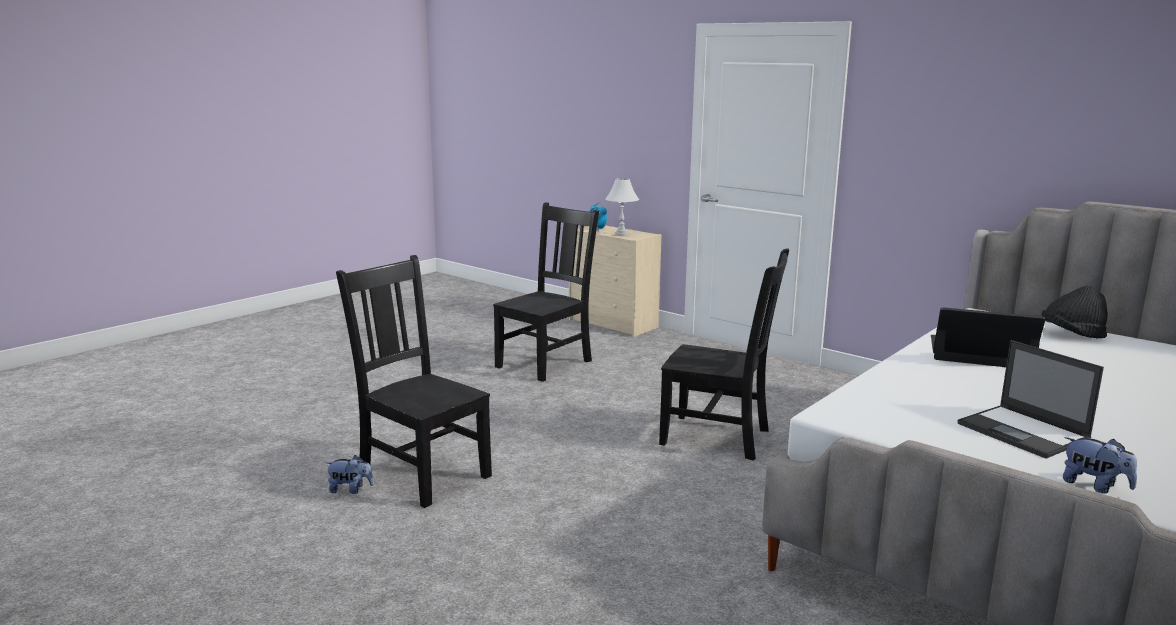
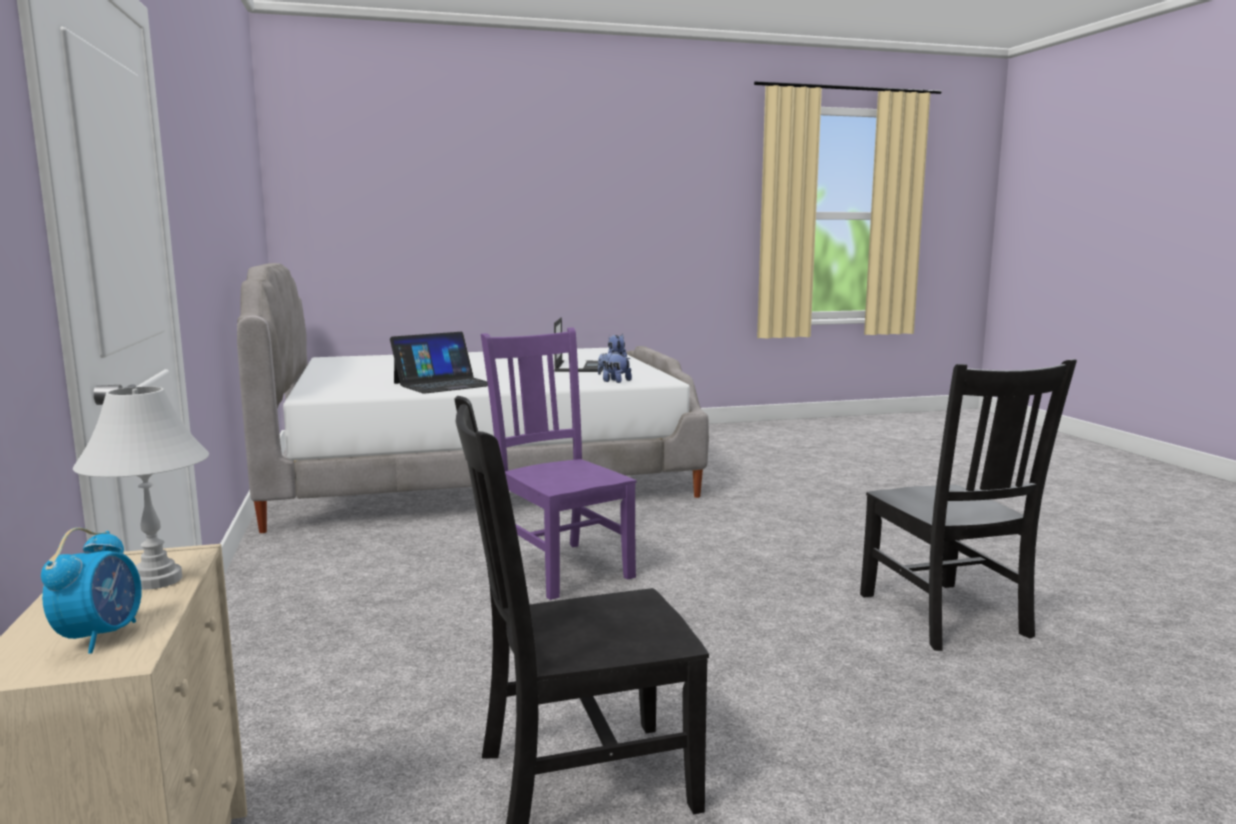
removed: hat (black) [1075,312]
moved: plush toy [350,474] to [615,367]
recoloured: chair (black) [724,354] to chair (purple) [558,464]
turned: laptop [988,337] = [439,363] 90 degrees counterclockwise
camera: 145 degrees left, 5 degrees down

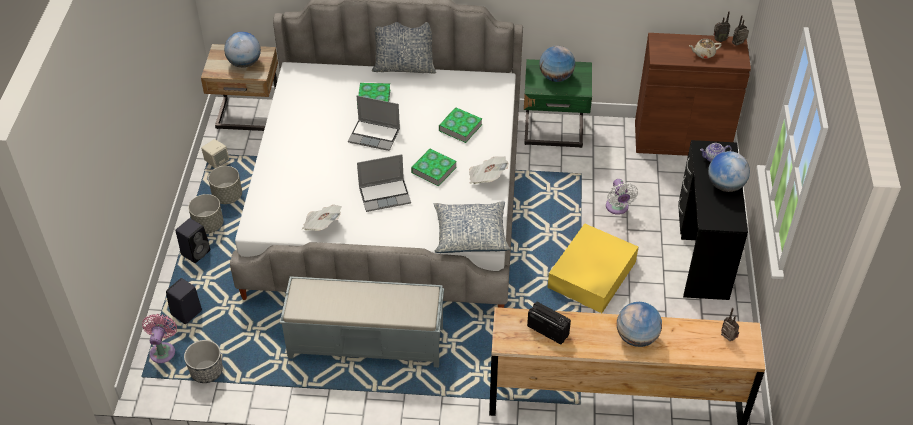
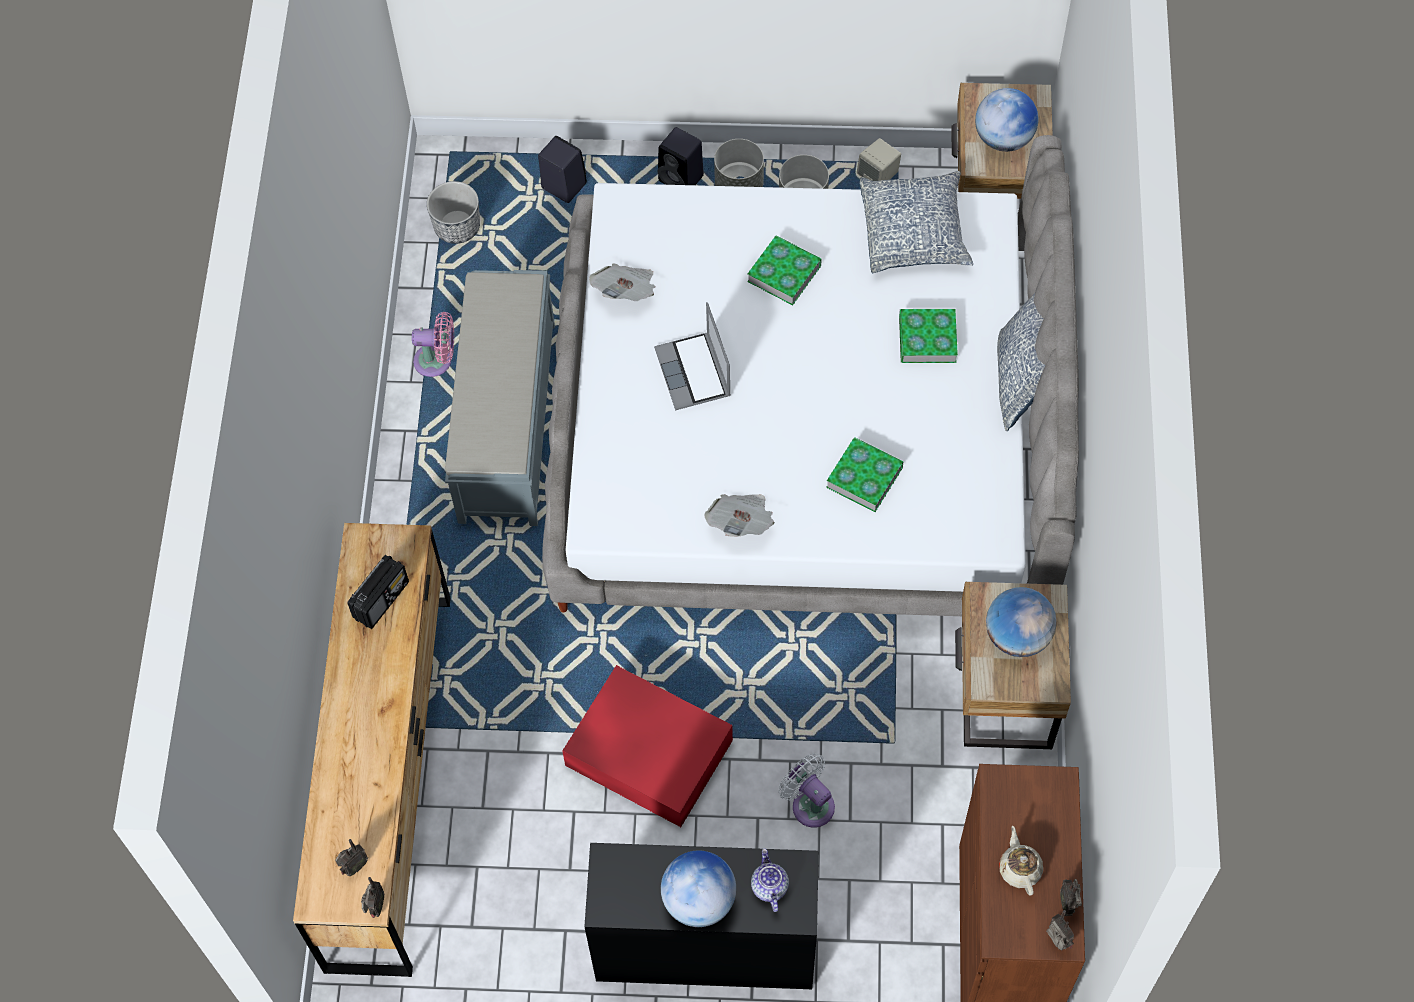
removed: laptop [374,123]; globe [639,324]
added: radio [372,897]
moved: fan (pink) [159,338] to [433,344]; book [434,167] to [784,270]; pillow [472,227] to [916,222]
recoloured: storage box (yellow) [593,268] to storage box (red) [647,746]; nightstand (green) [558,103] to nightstand (beige) [1013,665]
turned: fan (white) [622,197] = [806,790] 60 degrees clockwise
camera: 90 degrees right, 15 degrees up

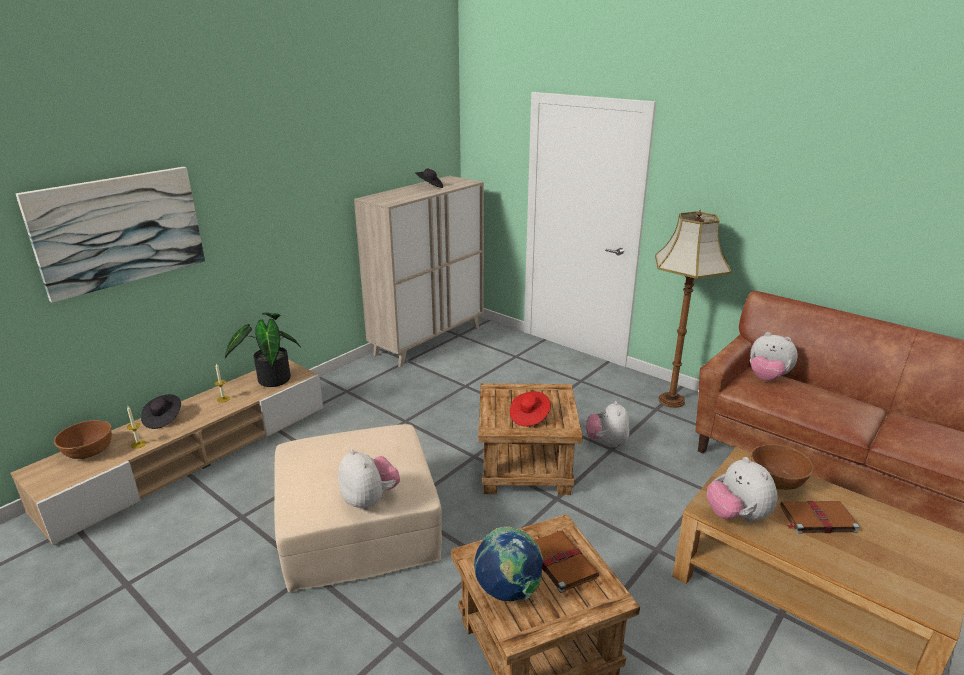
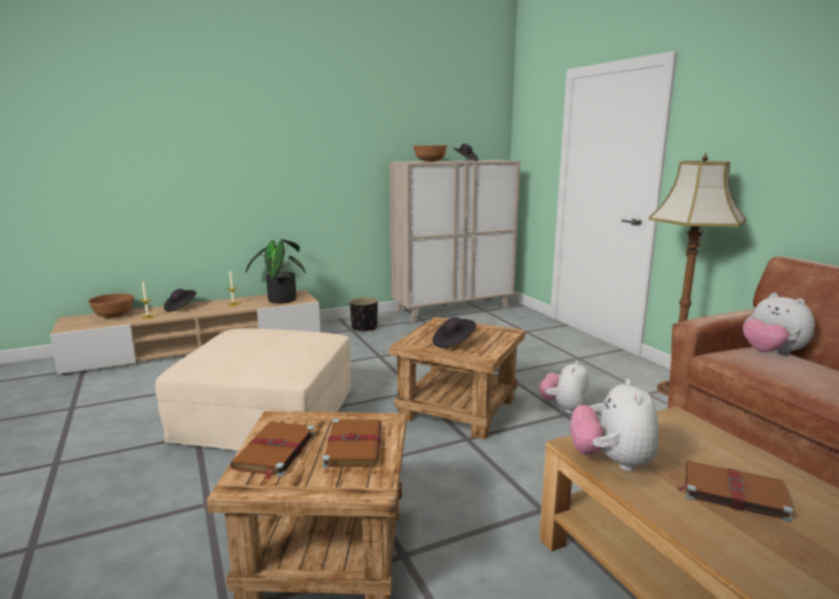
removed: picture [110,235]; plush toy [369,479]
added: planter (black) [364,314]
moved: bowl (brown) [782,467] to [430,153]
replaced: globe [508,563] to book (brown) [272,451]
recoloured: hat (red) [530,408] to hat (black) [454,332]
camera: 25 degrees right, 10 degrees down

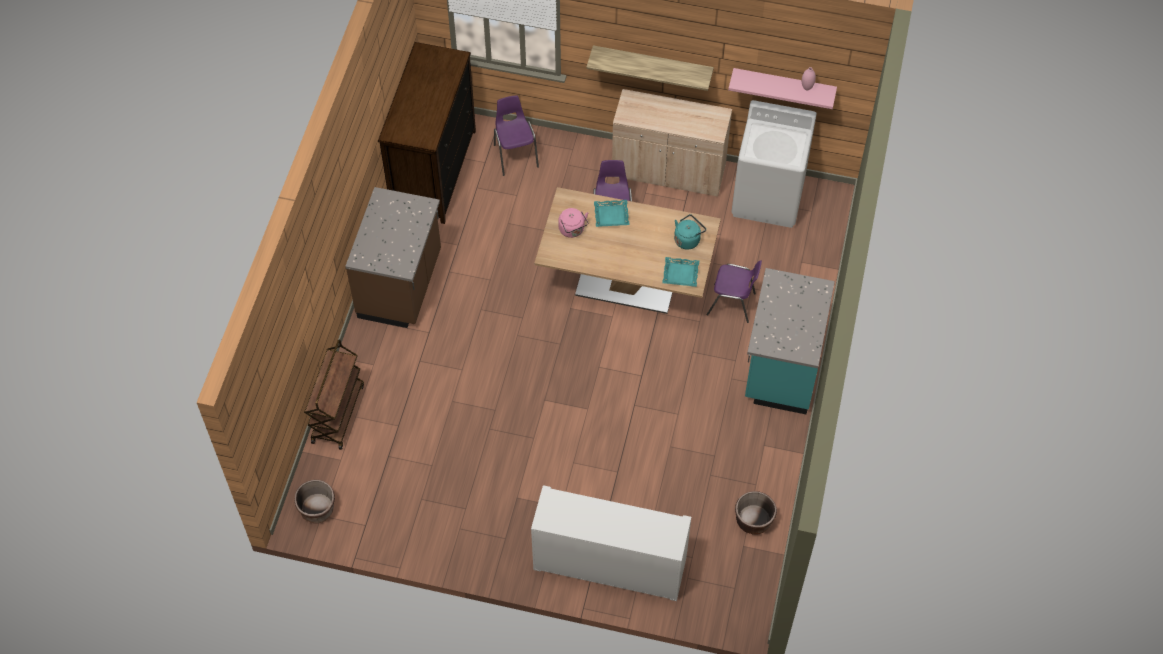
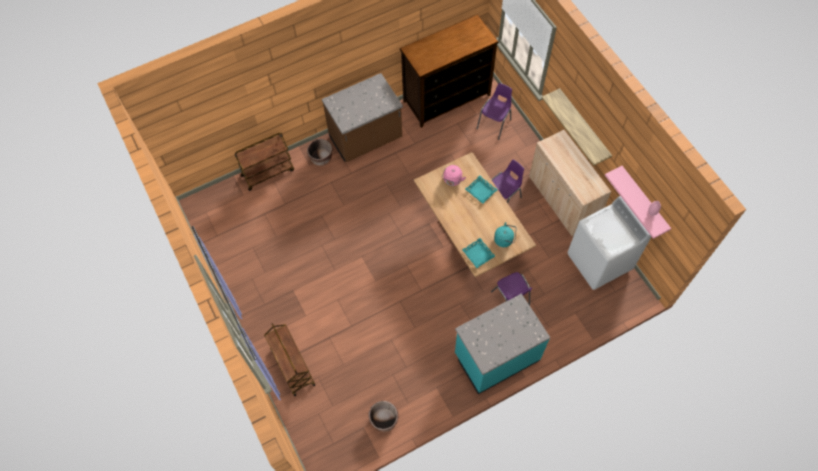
moved: planter (brown) [314,501] to [320,152]
replaced: cabinet (white) [611,543] to cart (brown) [289,359]
camera: 50 degrees right, 5 degrees up

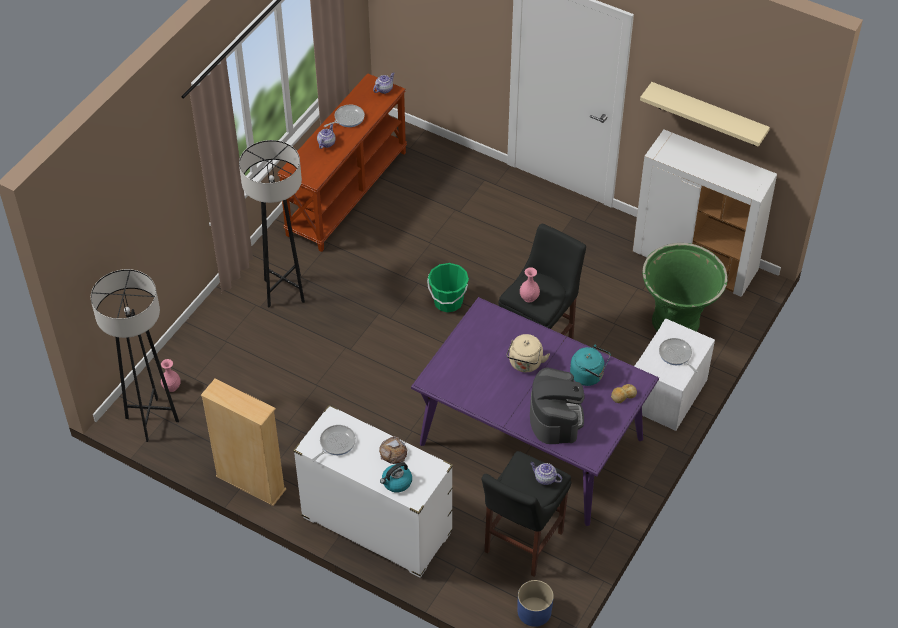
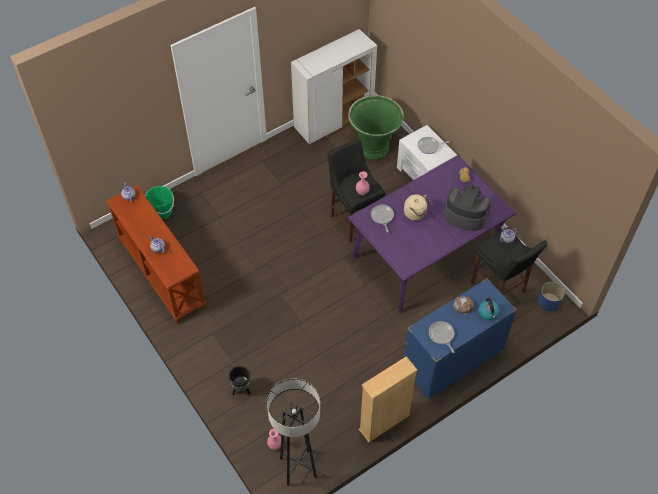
removed: floor lamp (grey) [272,223]; kettle (turquoise) [590,365]; shelf (beige) [705,114]
added: planter (black) [240,380]
moved: bucket (green) [448,287] to [159,203]; frying pan [344,116] to [382,218]
recoloured: dresser (white) [373,491] to dresser (blue) [460,339]
camera: 65 degrees left, 5 degrees up

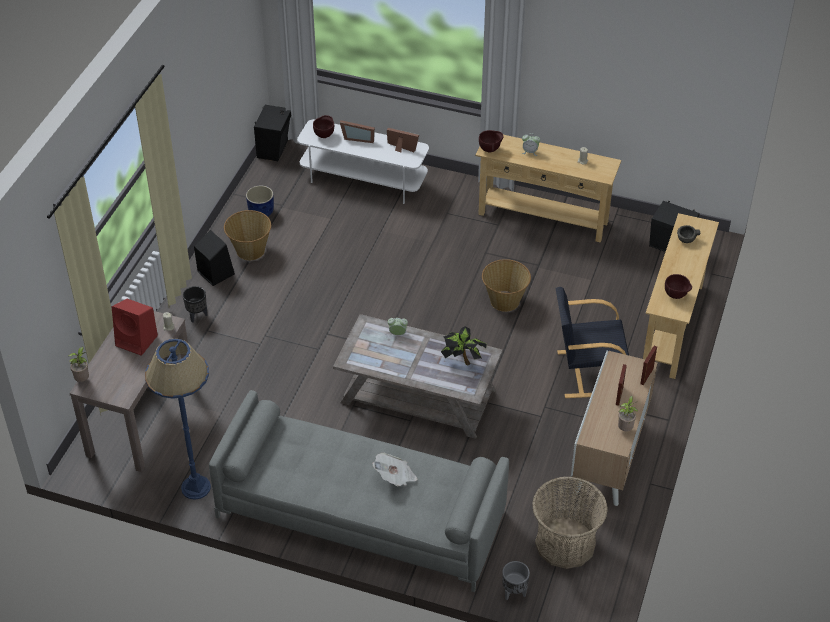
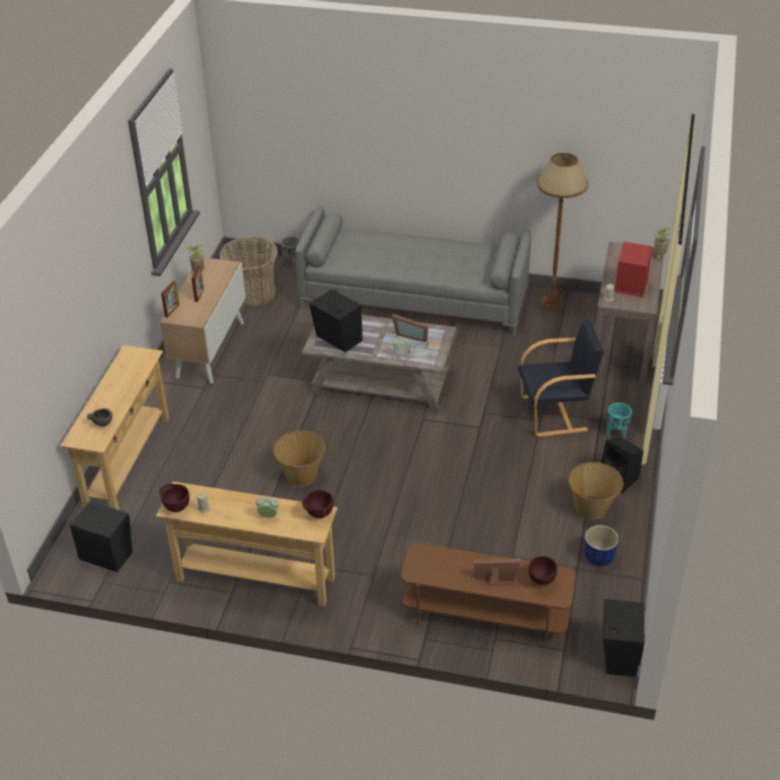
removed: newspaper [395,469]
moved: bowl (brown) [678,286] to [174,498]; picture frame [403,140] to [410,328]; armchair (black) [592,342] to [561,378]
replaced: potted plant [464,345] to speaker (black) [336,320]
recoloured: tv stand (white) [363,161] to tv stand (brown) [488,595]; floor lamp (blue) [178,419] to floor lamp (brown) [562,232]; planter (black) [195,304] to planter (turquoise) [619,421]
camera: 175 degrees right, 5 degrees down

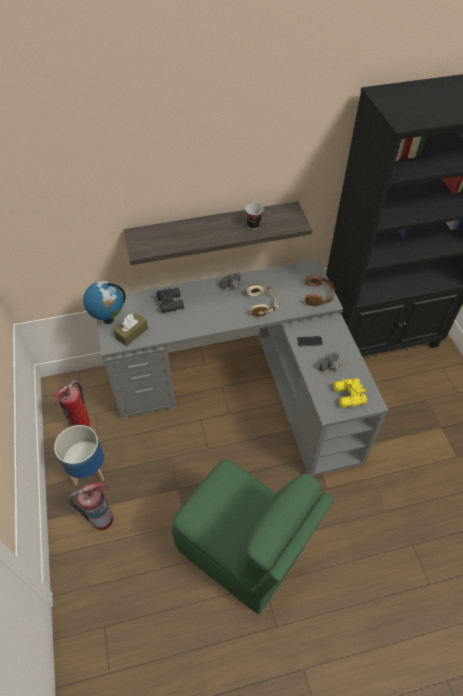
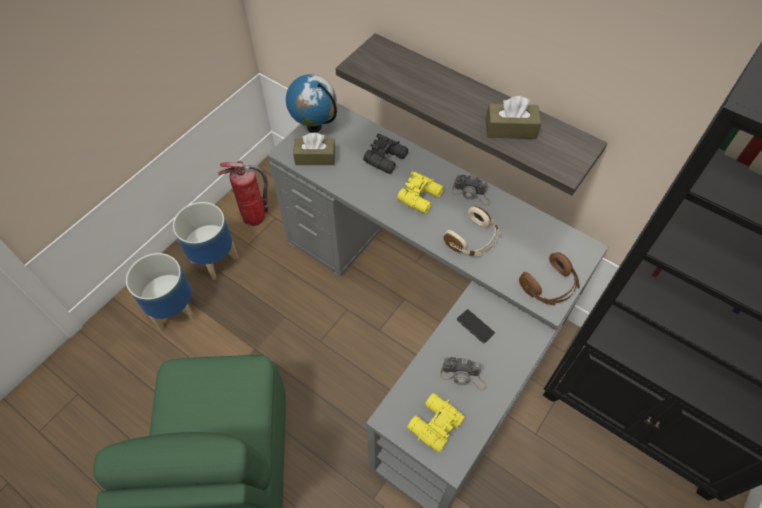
added: binoculars (yellow) [420,192]
replaced: fire extinguisher [91,506] to planter [161,292]; cup [254,216] to tissue box (brown) [513,117]
camera: 50 degrees right, 5 degrees up

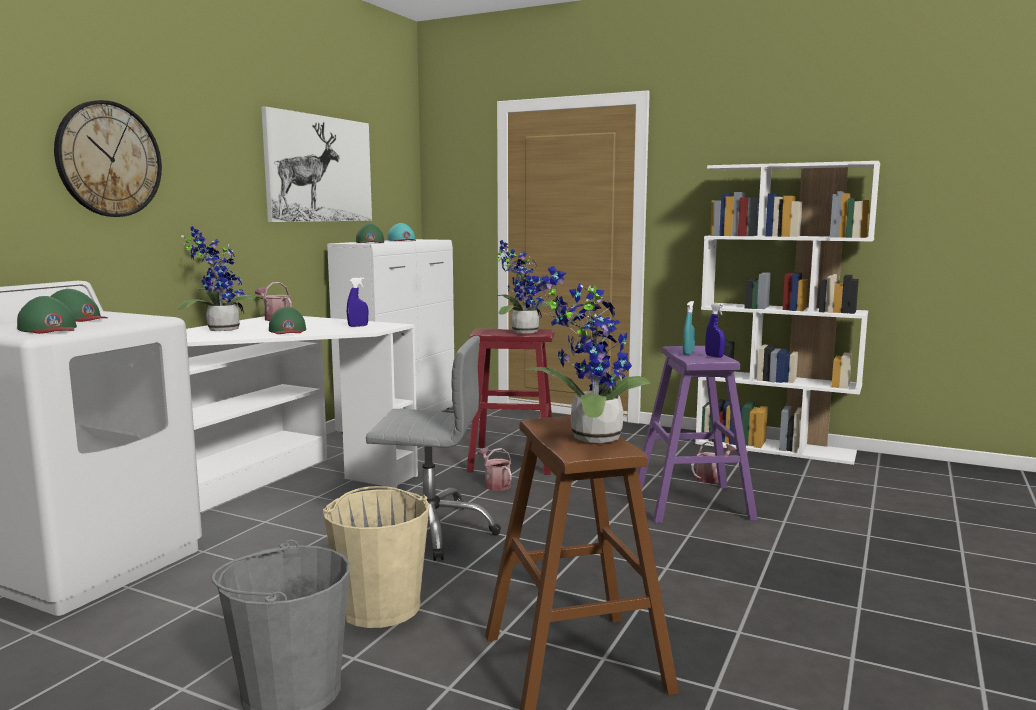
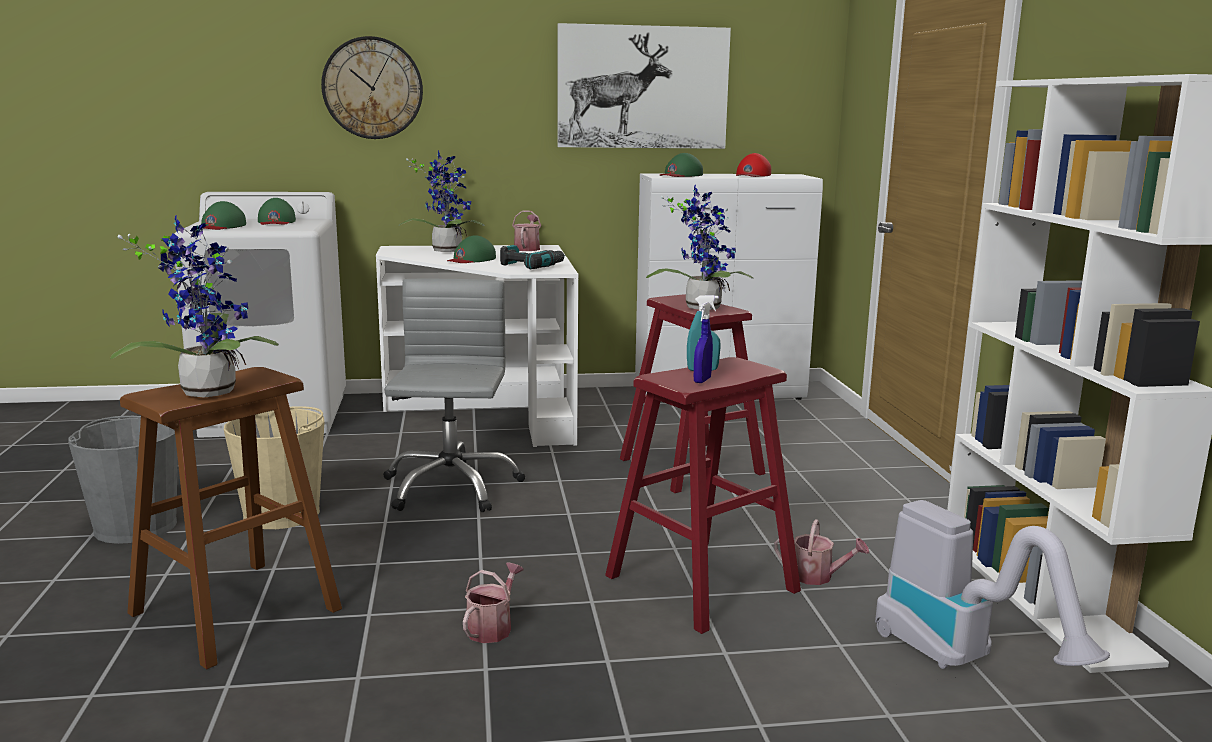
added: vacuum cleaner [992,584]
moved: watering can [495,469] to [493,602]
replaced: spray bottle (blue) [357,302] to power drill [532,257]
recoloured: stool (purple) [698,434] to stool (red) [703,495]; cap (turquoise) [401,232] to cap (red) [753,165]
turned: office chair (grey) [433,448] = [454,395] 150 degrees counterclockwise
camera: 55 degrees right, 5 degrees up

